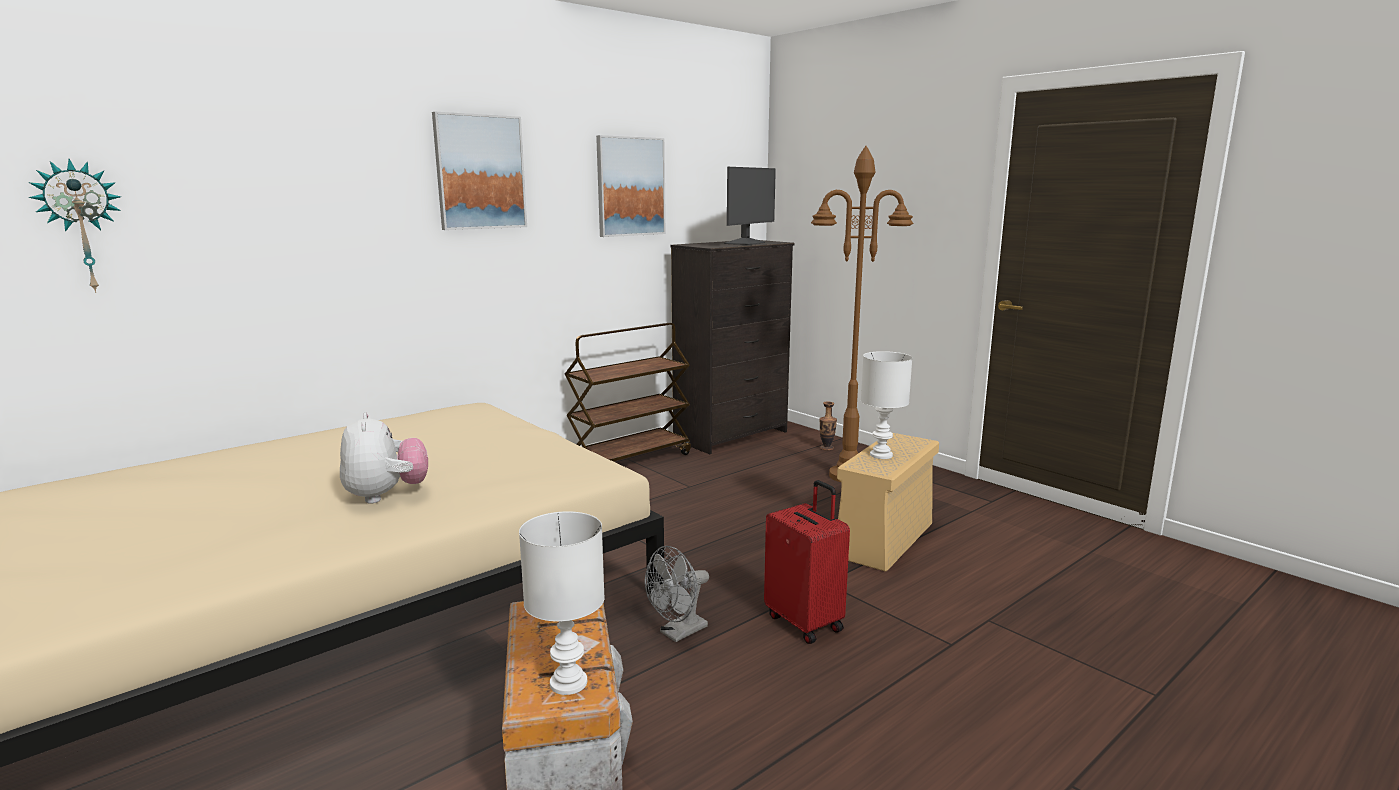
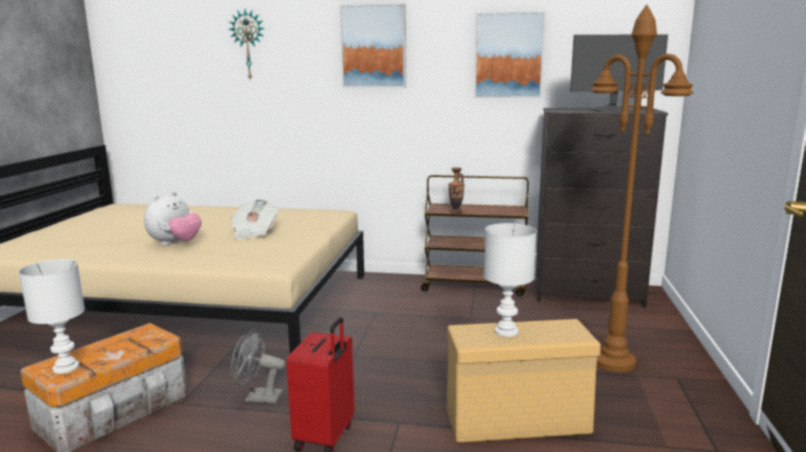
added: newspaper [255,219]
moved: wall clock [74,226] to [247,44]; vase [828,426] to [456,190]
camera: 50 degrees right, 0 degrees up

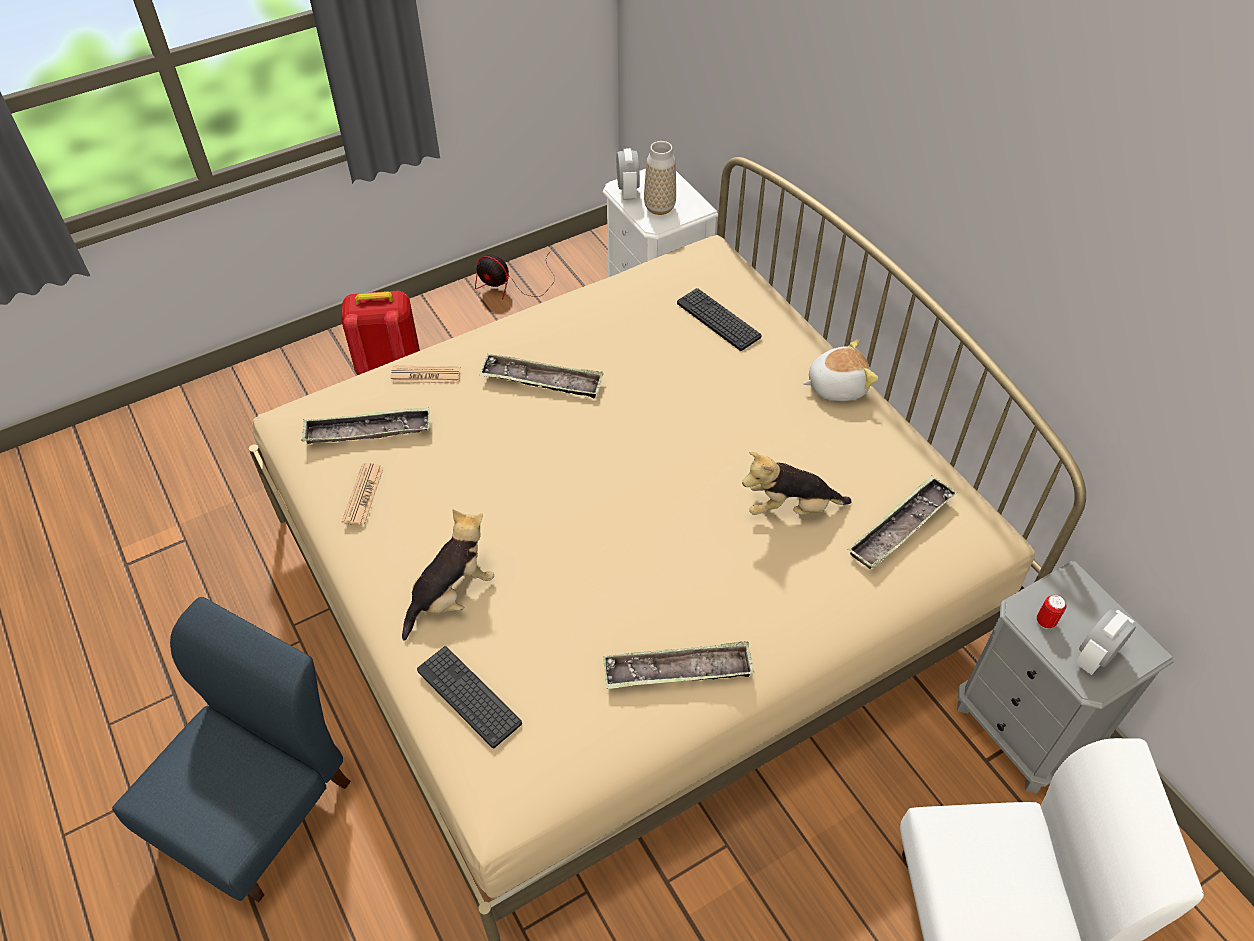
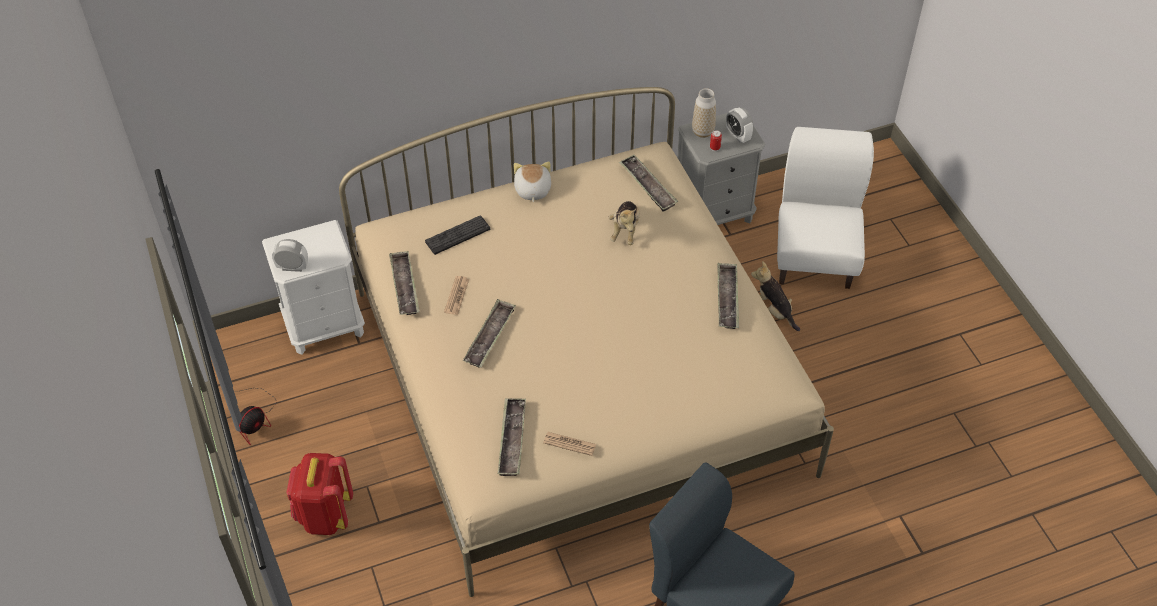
removed: keyboard [469,697]
added: tray [404,283]
moved: newspaper [425,374] to [456,295]; vase [660,178] to [704,113]; plush toy [448,575] to [775,296]
camera: 80 degrees left, 0 degrees up

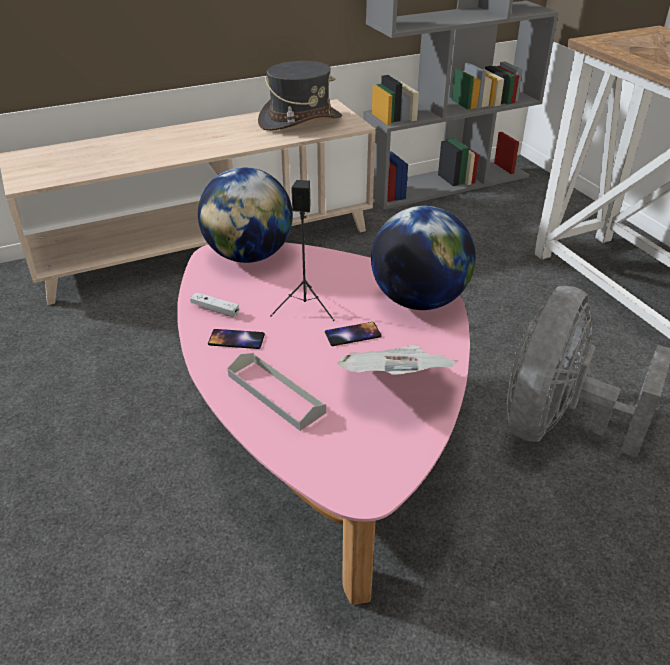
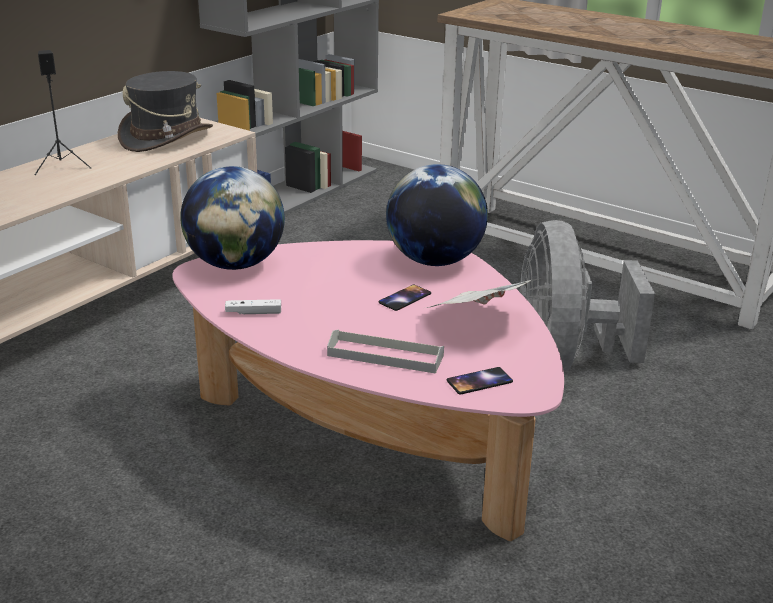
moved: speaker (black) [302,250] to [62,112]; phone [236,339] to [480,381]
camera: 30 degrees left, 10 degrees down

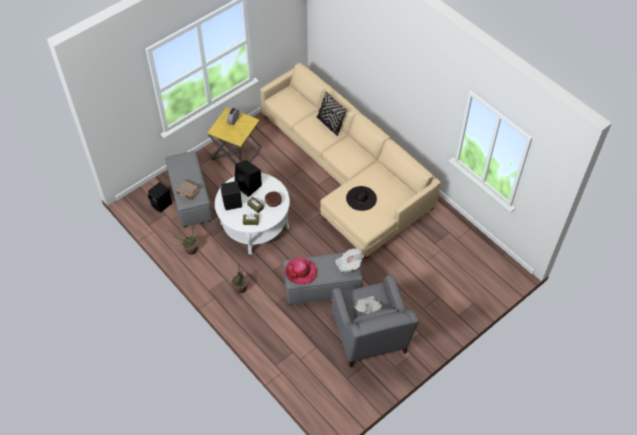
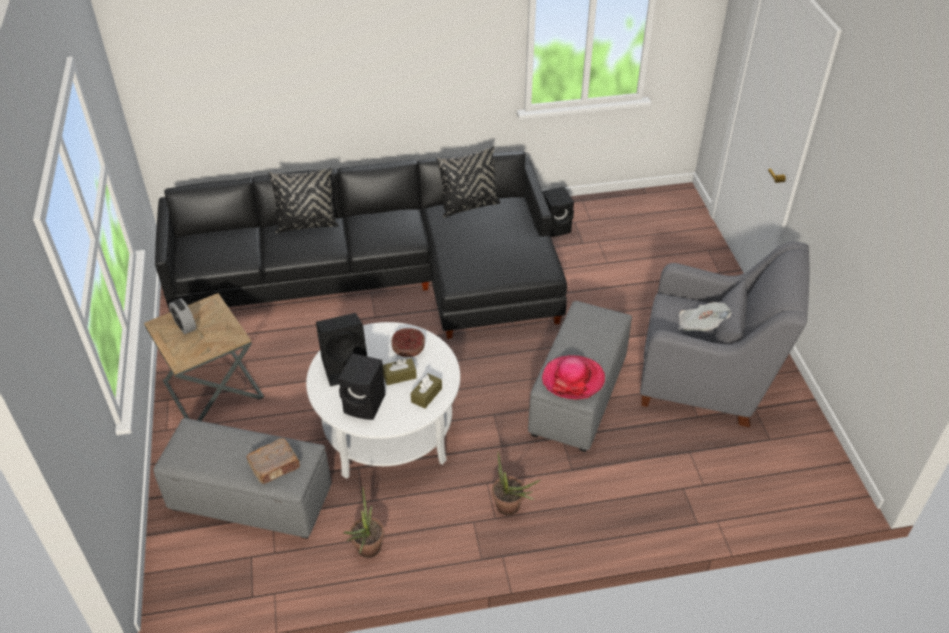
removed: newspaper [349,260]; hat (black) [361,198]
added: pillow (black) [468,181]
moved: speaker (black) [160,197] to [558,212]
recoloured: side table (yellow) [234,135] to side table (brown) [204,357]; sofa (beige) [350,161] to sofa (black) [361,245]
camera: 60 degrees left, 10 degrees down

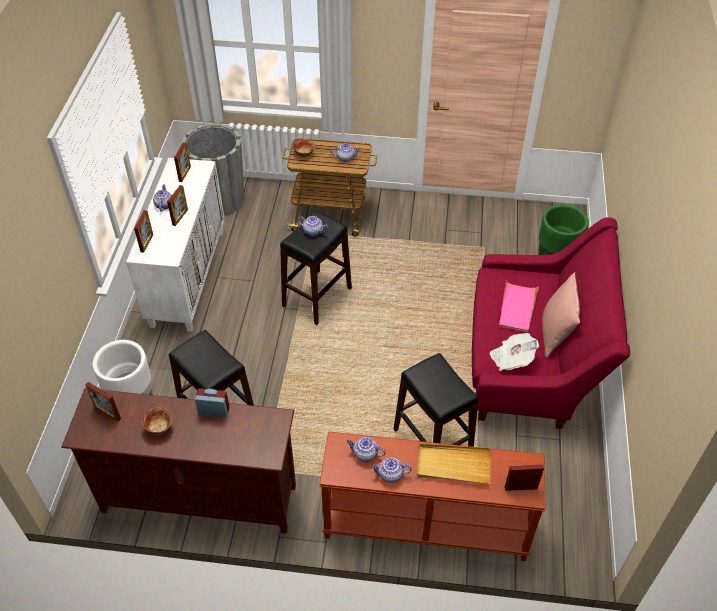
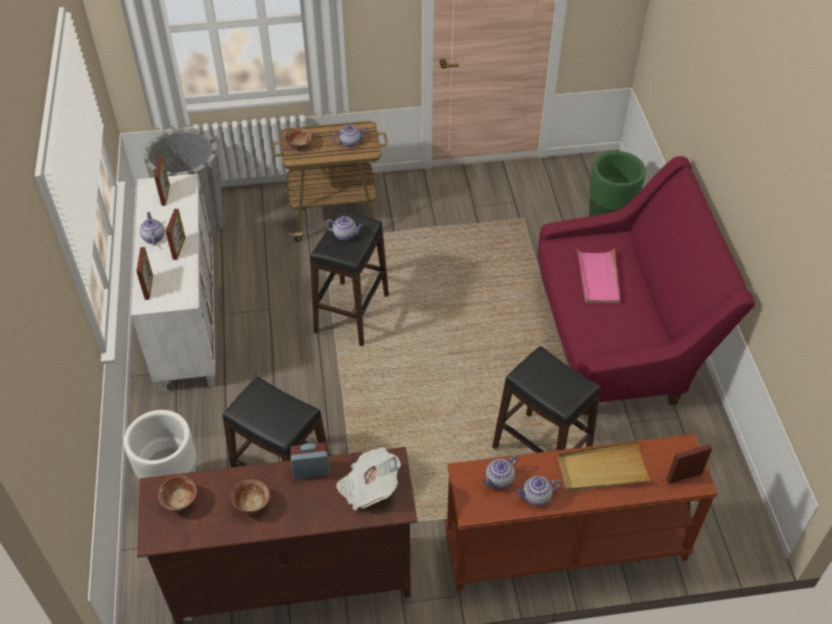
removed: pillow (pink) [561,315]
moved: newspaper [514,352] to [368,479]
replaced: picture frame [103,401] to bowl [177,493]
turned: teapot [366,449] = [500,472] 45 degrees counterclockwise
camera: 15 degrees left, 0 degrees up

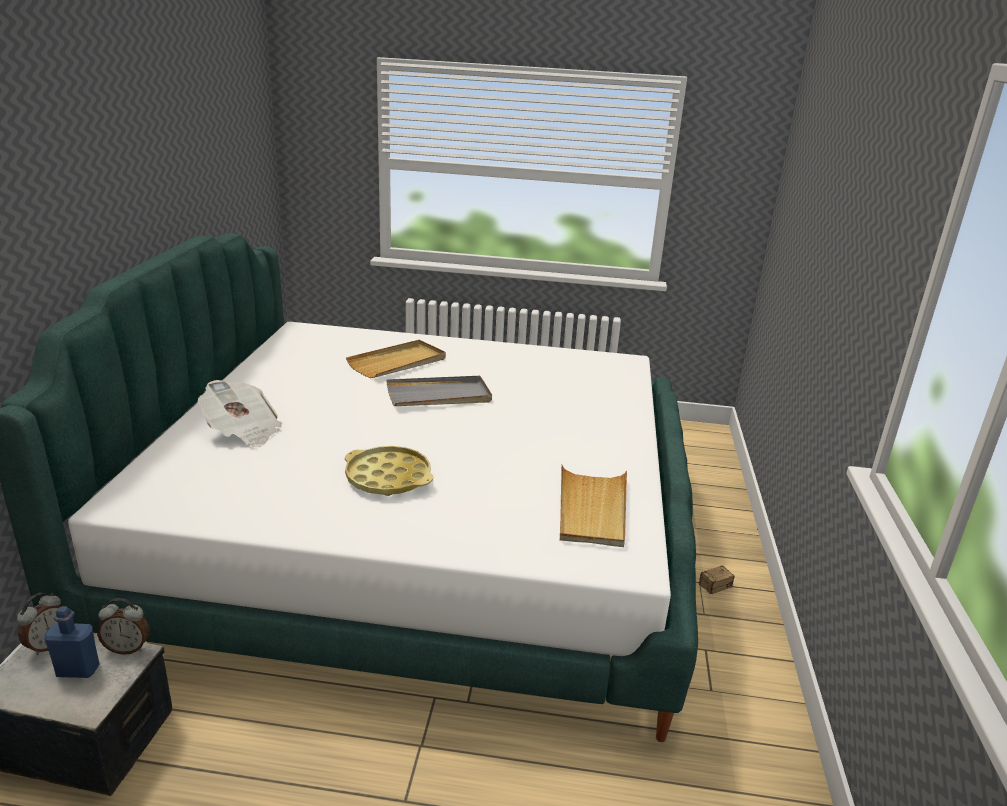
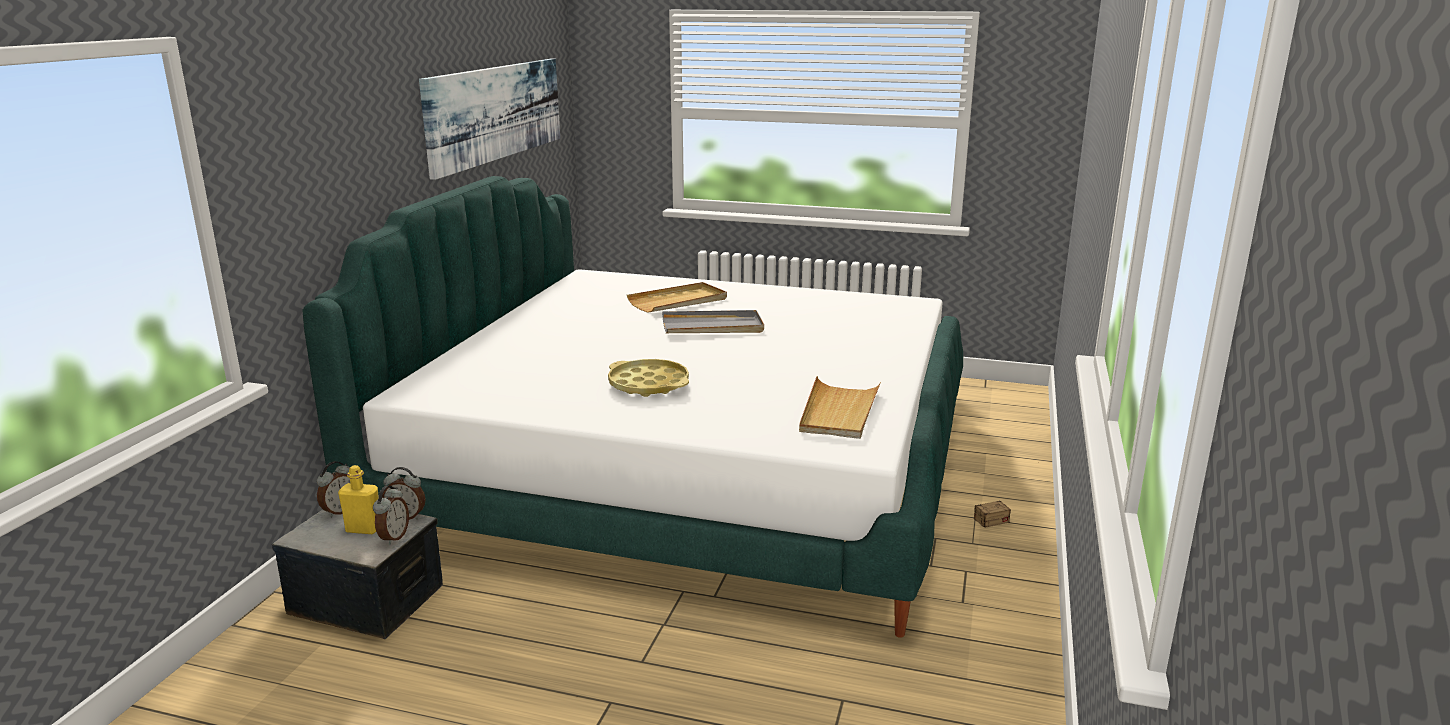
removed: newspaper [240,413]
added: alarm clock [391,515]; picture [489,119]
recoloured: bottle (blue) [71,642] to bottle (yellow) [358,499]
camera: 10 degrees right, 5 degrees down

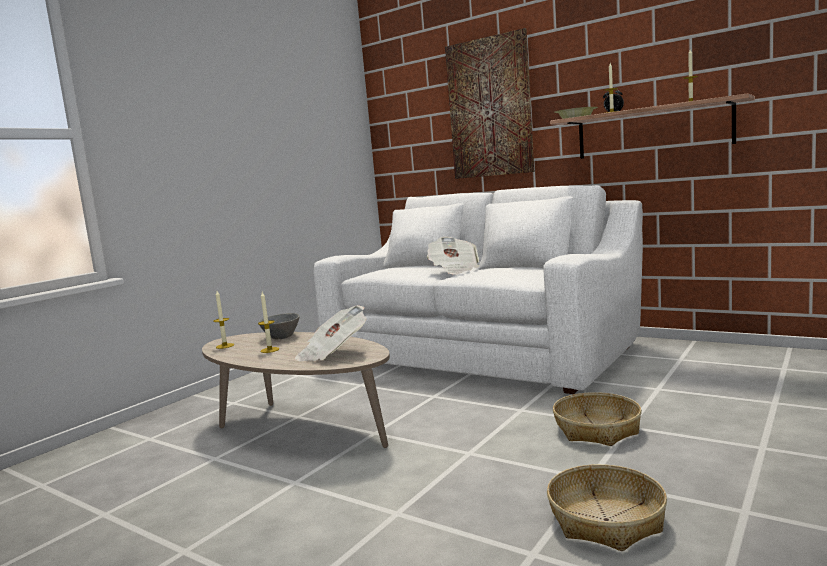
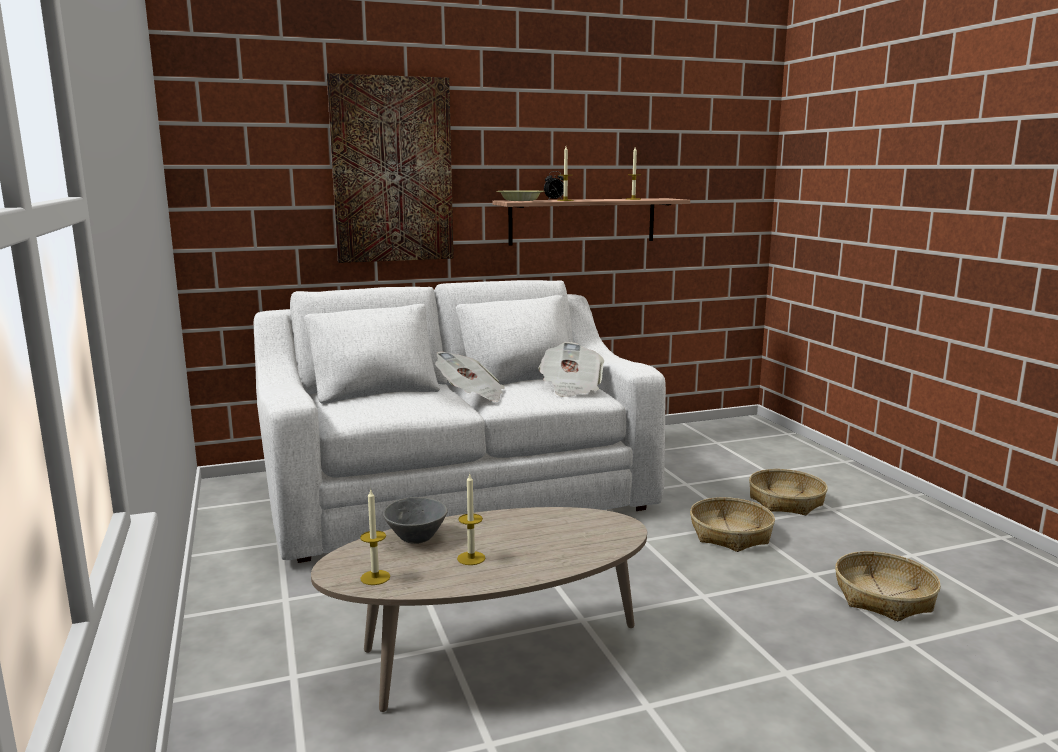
added: basket [788,492]
moved: newspaper [330,333] to [571,369]
camera: 55 degrees left, 5 degrees up

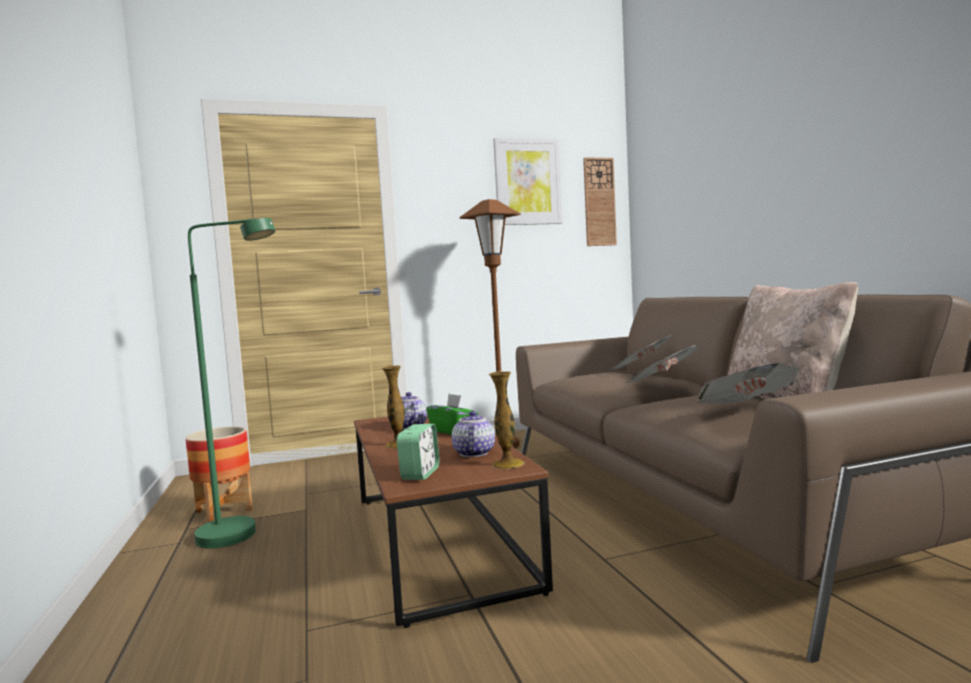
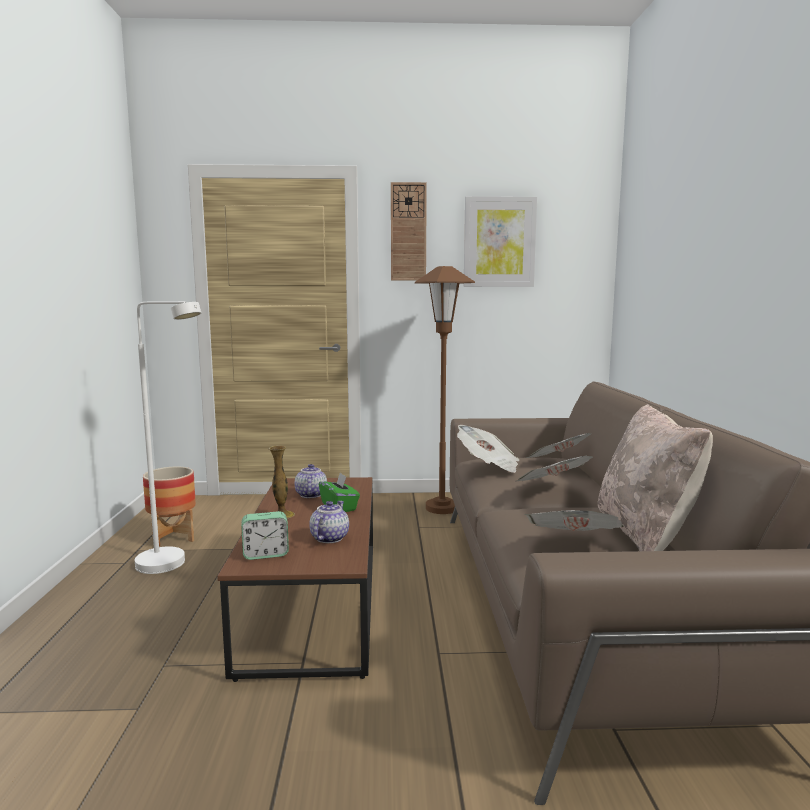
removed: vase [507,420]
added: newspaper [488,449]
moved: wall clock [600,201] to [409,231]
recoloured: floor lamp (green) [231,383] to floor lamp (white) [168,437]
turned: alarm clock [418,452] = [265,535] 45 degrees clockwise
camera: 15 degrees right, 5 degrees up

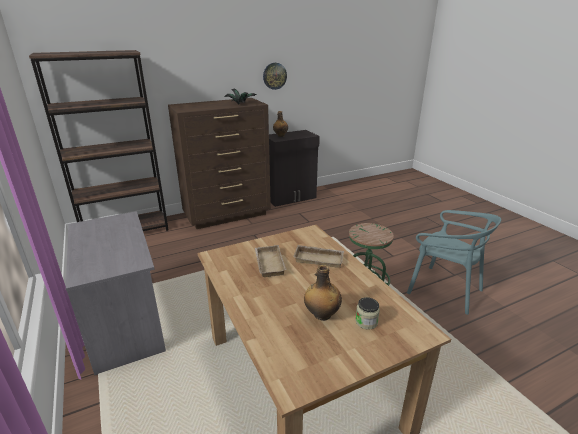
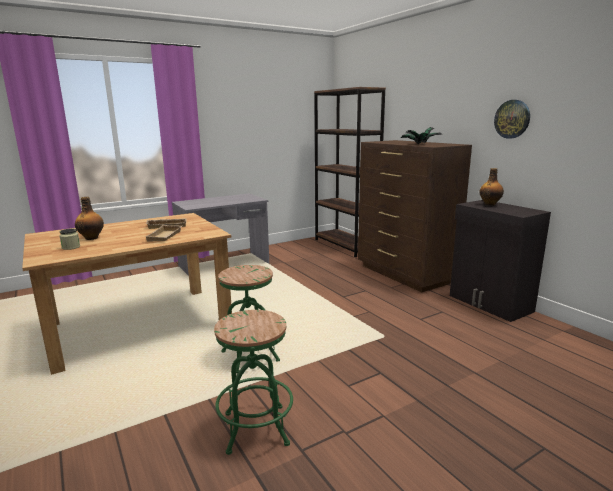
replaced: chair (turquoise) [454,262] to stool (green) [253,382]
camera: 85 degrees right, 10 degrees down

